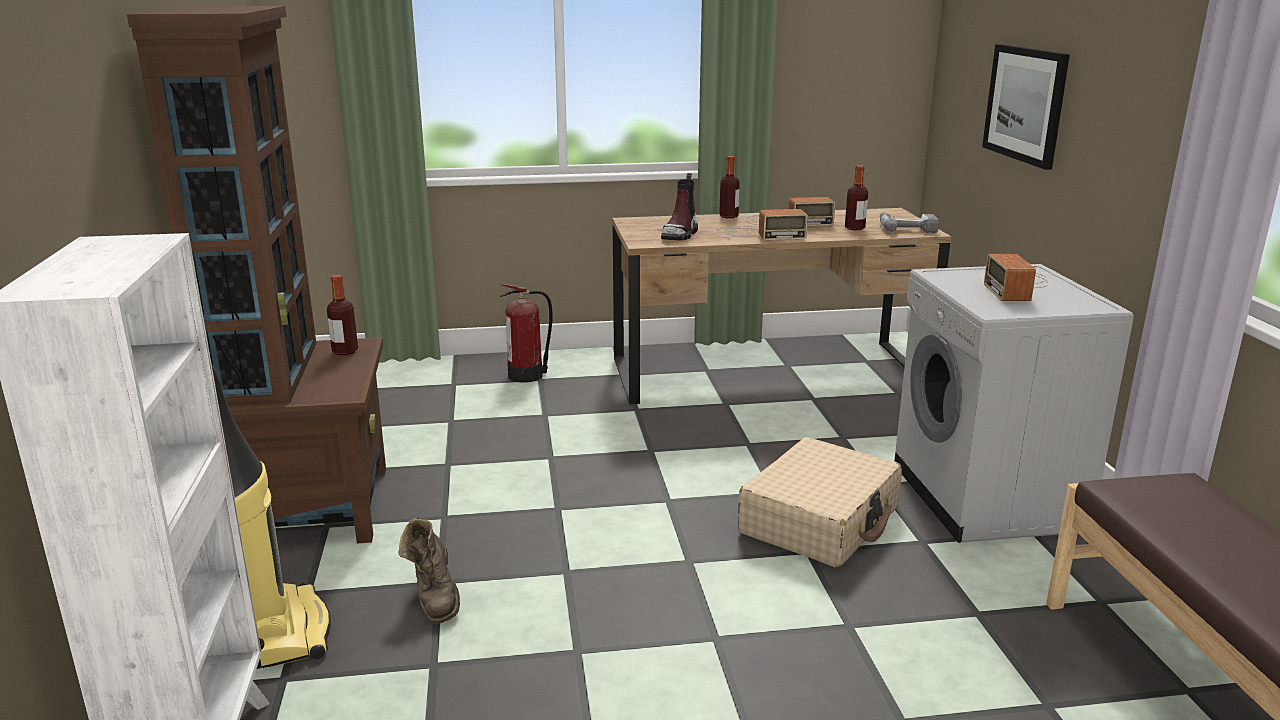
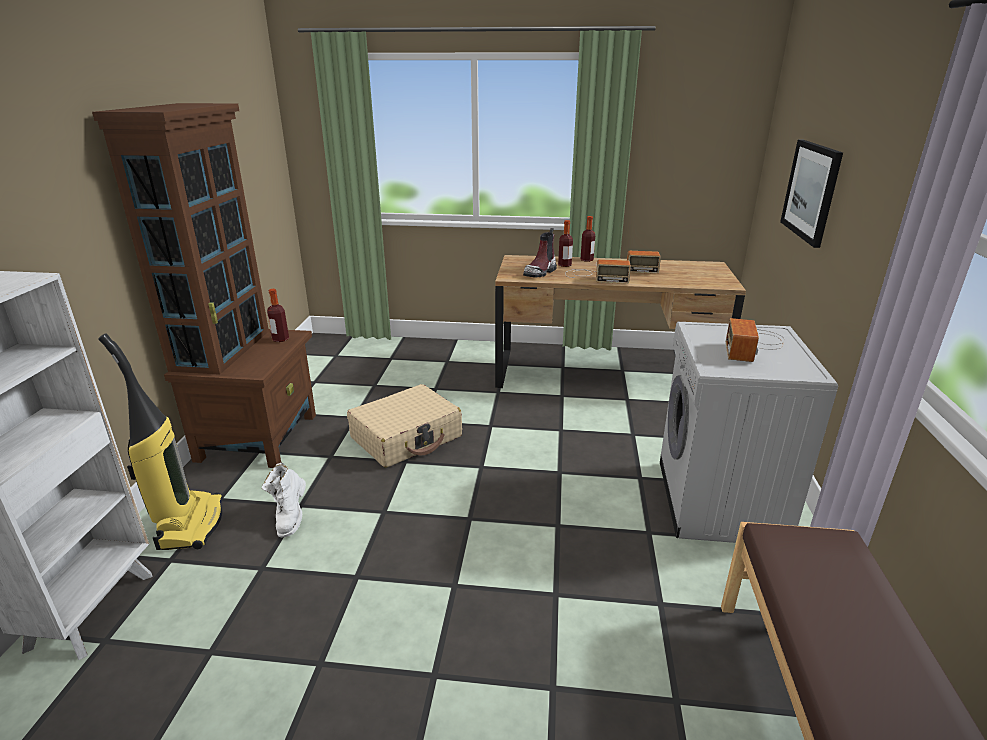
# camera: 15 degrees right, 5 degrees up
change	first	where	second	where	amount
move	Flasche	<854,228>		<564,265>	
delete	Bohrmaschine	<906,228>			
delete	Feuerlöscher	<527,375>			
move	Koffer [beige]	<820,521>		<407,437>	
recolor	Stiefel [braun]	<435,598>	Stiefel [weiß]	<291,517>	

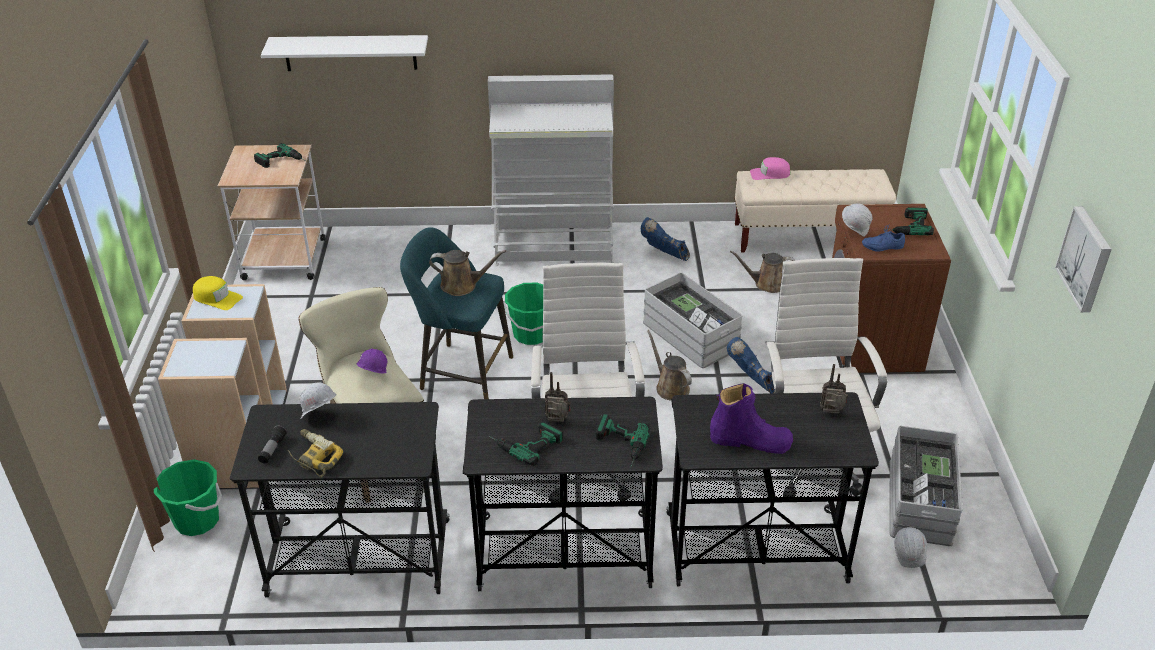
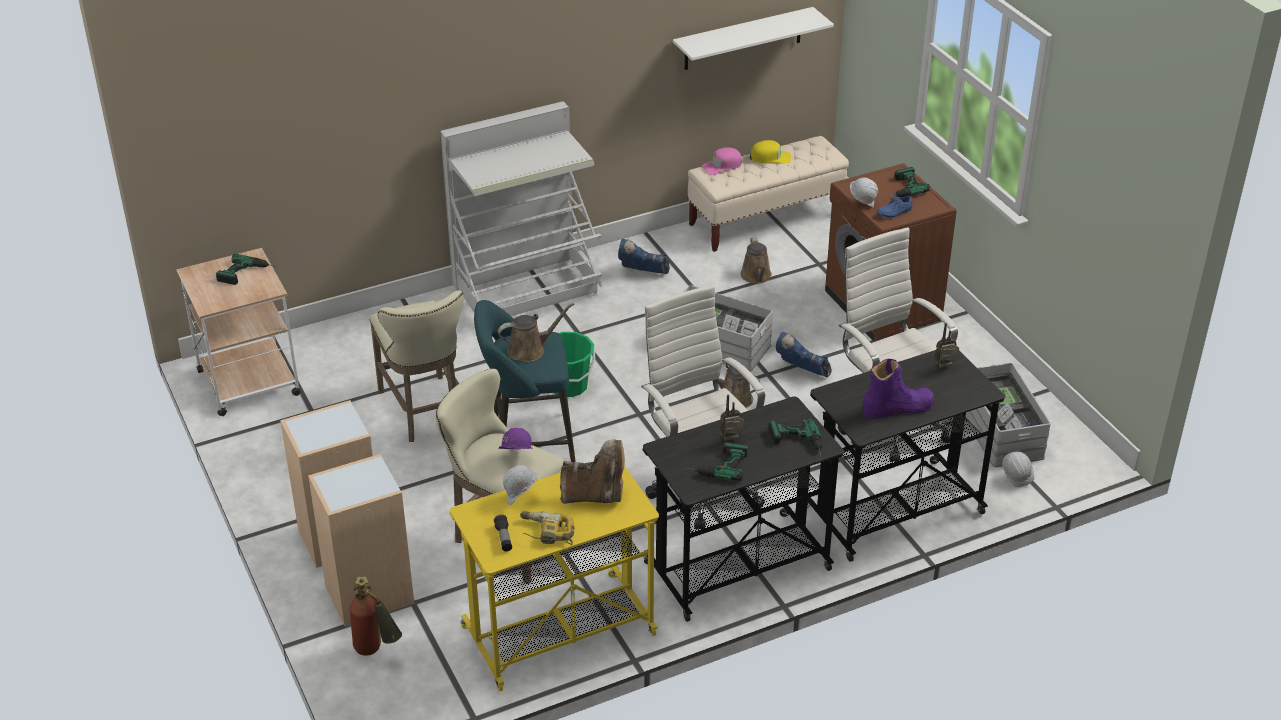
# camera: 25 degrees left, 0 degrees up
change	first	where	second	where	amount
move	Wandregal [weiß]	<350,53>		<743,39>	
delete	Bild	<1086,259>			
rotate	Gießkanne [braun]	<766,284>		<756,276>	75 degrees counterclockwise
move	Kappe [gelb]	<217,298>		<770,157>	
recolor	Schreibtisch [schwarz]	<358,558>	Schreibtisch [gelb]	<558,632>	
replace	Eimer [grün]	<197,520>	Feuerlöscher	<376,651>	
insert			Hocker [beige]	<423,412>	
insert			Stiefel [braun]	<595,496>	

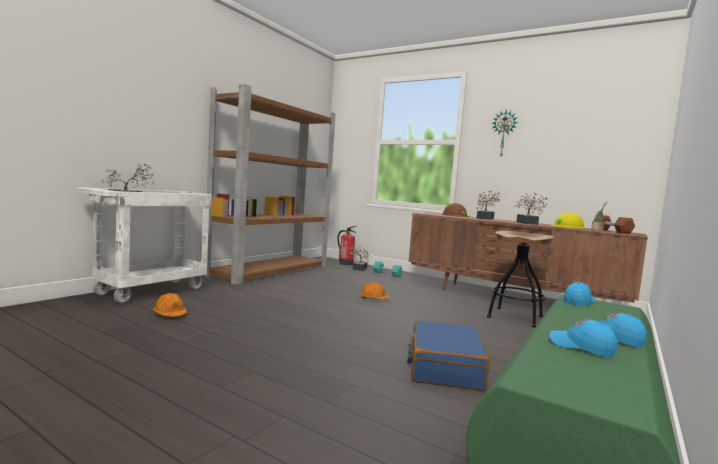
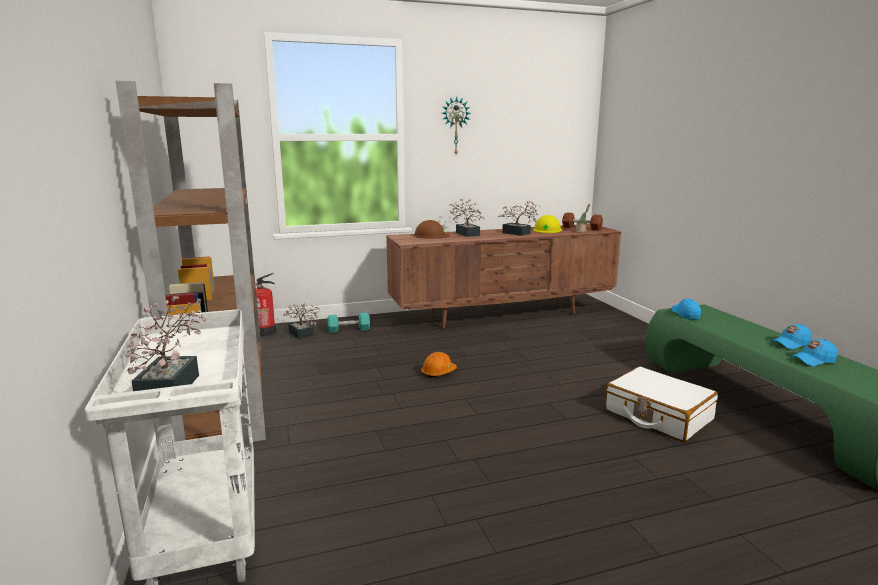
# camera: 50 degrees left, 10 degrees up
change	first	where	second	where	amount
delete	Hocker [braun]	<515,317>			
delete	Schutzhelm [orange]	<170,314>			
recolor	Koffer [blau]	<444,367>	Koffer [weiß]	<657,415>	

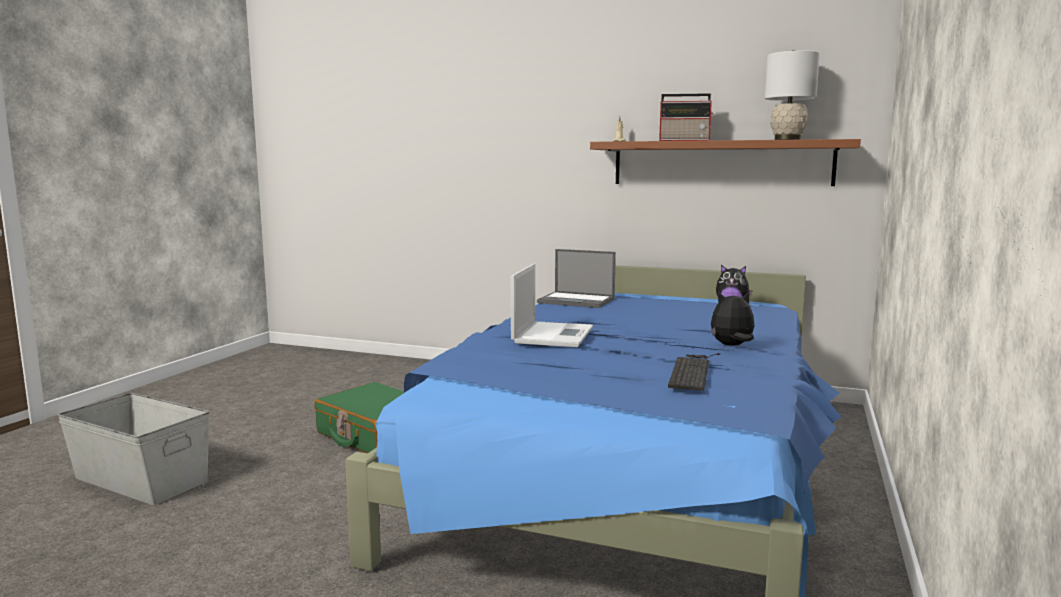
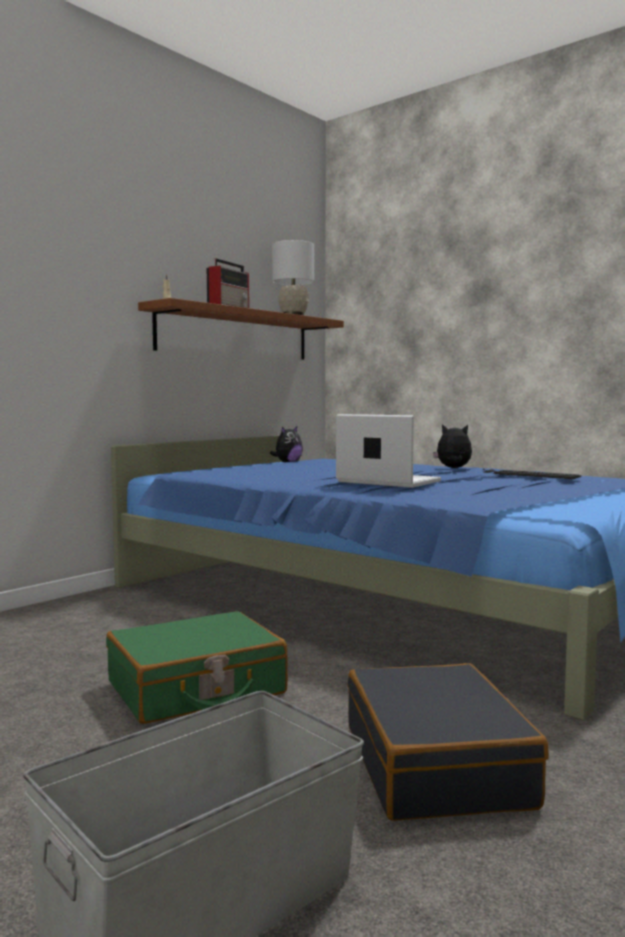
# camera: 70 degrees left, 5 degrees down
change	first	where	second	where	amount
delete	Laptop	<577,301>			
rotate	Plüschtier	<732,346>		<453,468>	90 degrees clockwise
insert			Koffer [schwarz]	<437,765>	

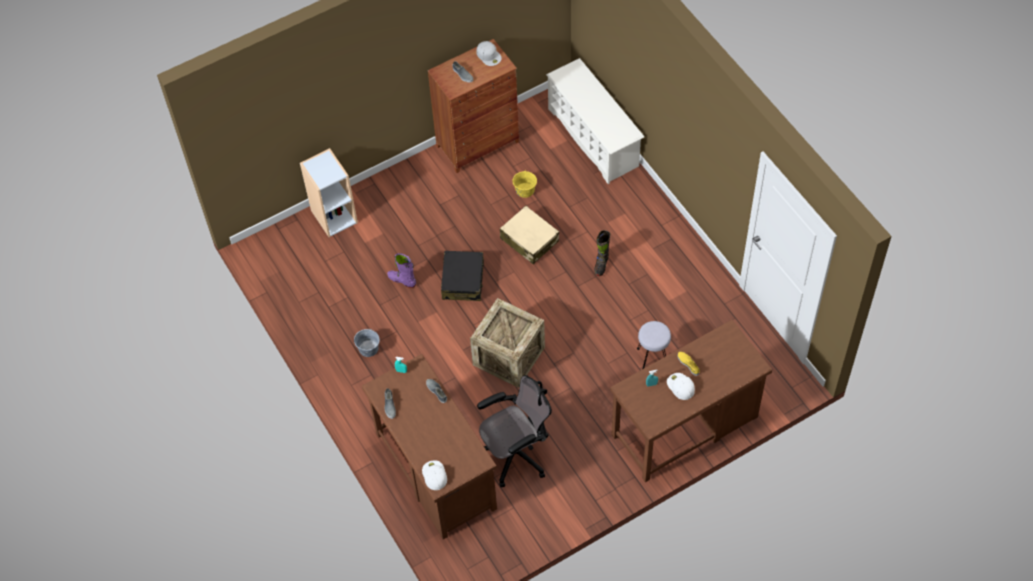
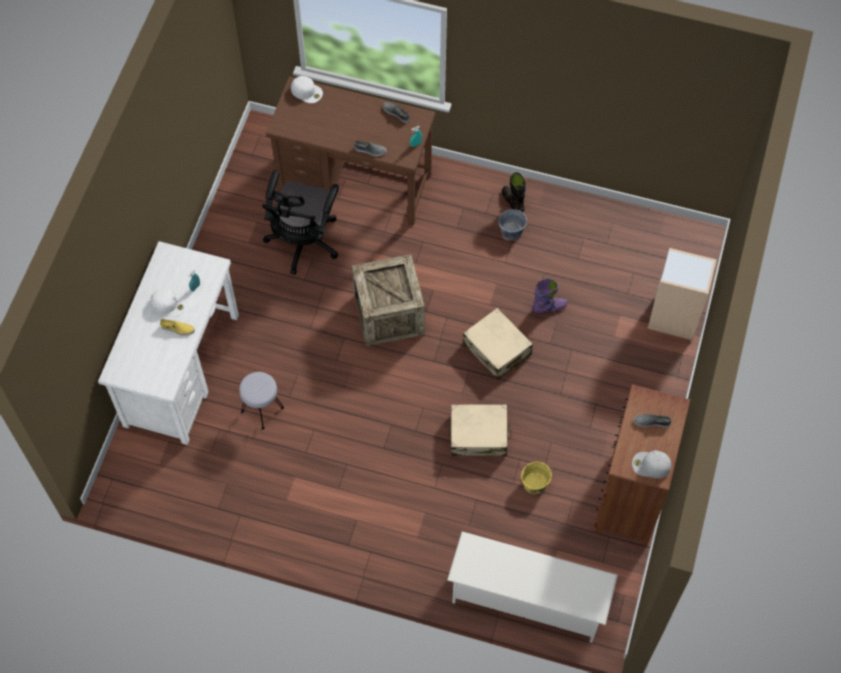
# camera: 135 degrees right, 5 degrees up
change	first	where	second	where	amount
move	Stiefel [schwarz]	<601,264>		<512,202>	
recolor	Koffer [schwarz]	<463,281>	Koffer [beige]	<497,349>	
recolor	Schreibtisch [braun]	<685,427>	Schreibtisch [weiß]	<181,369>	

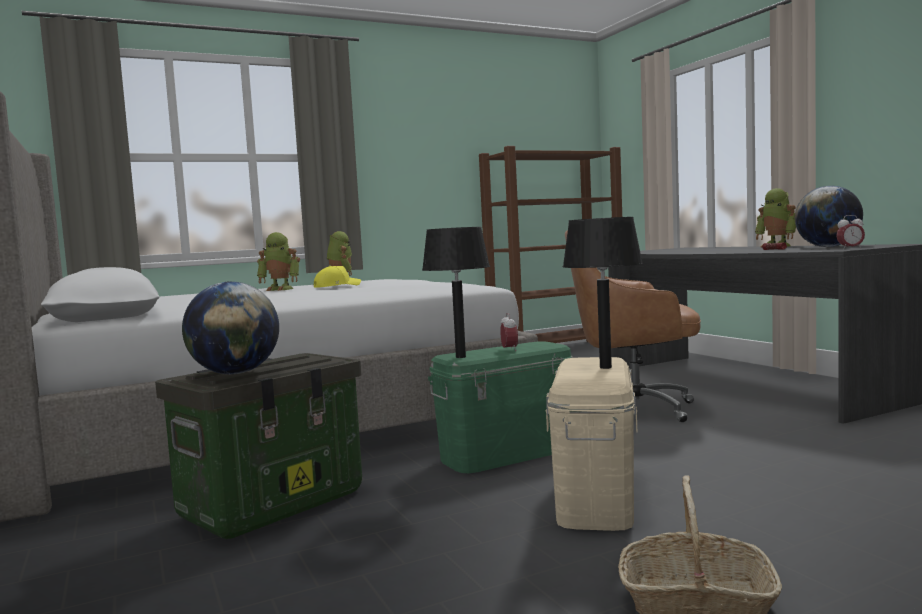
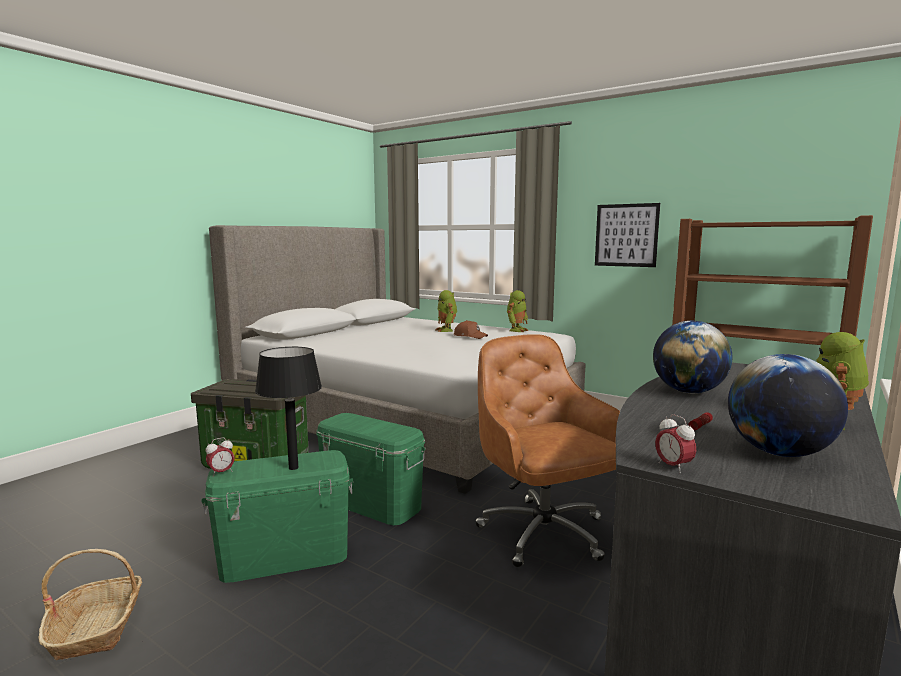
# camera: 60 degrees right, 5 degrees up
change	first	where	second	where	amount
delete	Tischlampe [schwarz]	<461,357>			
recolor	Kappe [gelb]	<336,286>	Kappe [braun]	<470,336>	
move	Globus	<235,373>		<688,392>	
move	Wecker	<509,350>		<221,472>	
recolor	Aufbewahrungsbox [beige]	<596,497>	Aufbewahrungsbox [grün]	<284,557>	
insert			Bild	<626,235>	

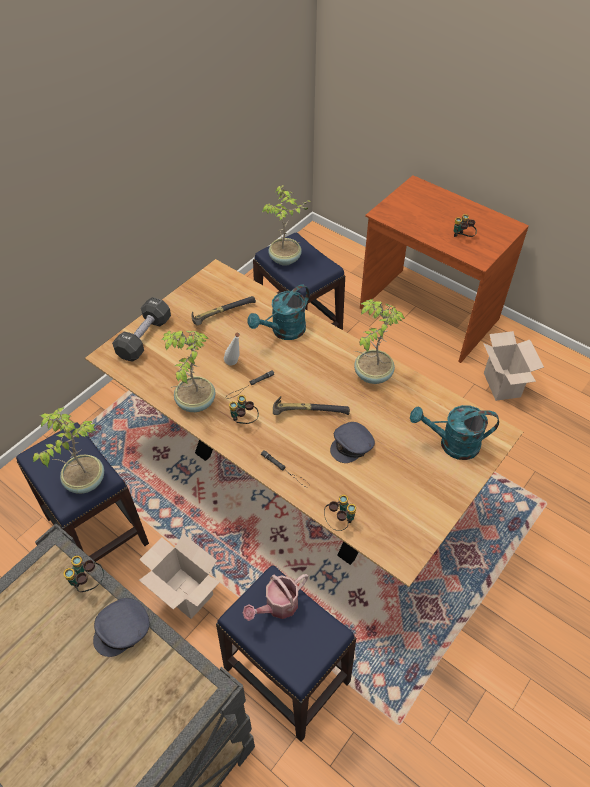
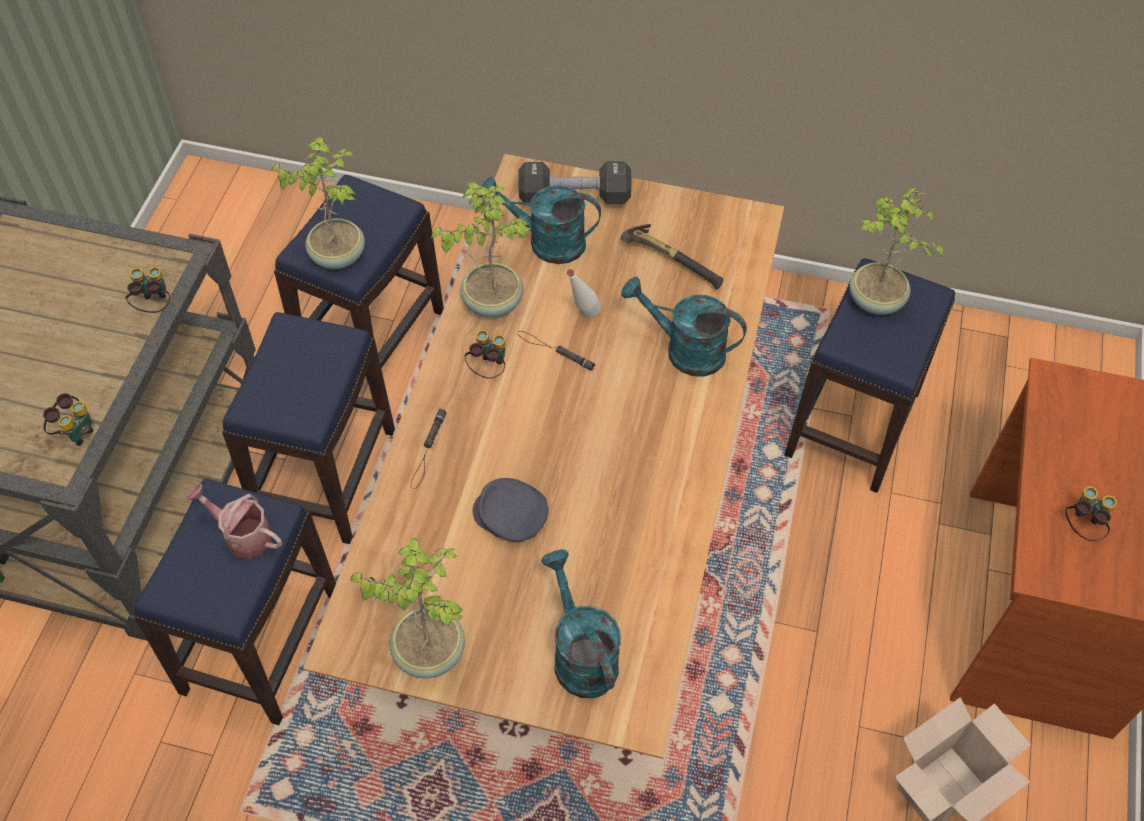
# camera: 65 degrees right, 5 degrees up
change	first	where	second	where	amount
move	Topfpflanze	<372,374>		<429,650>	
delete	Hammer	<307,411>			
move	Fernglas	<339,521>		<75,432>	
replace	Karton	<183,593>	Hocker	<326,475>	
delete	Kappe [grau]	<123,630>			
insert			Gießkanne [türkis]	<546,242>	

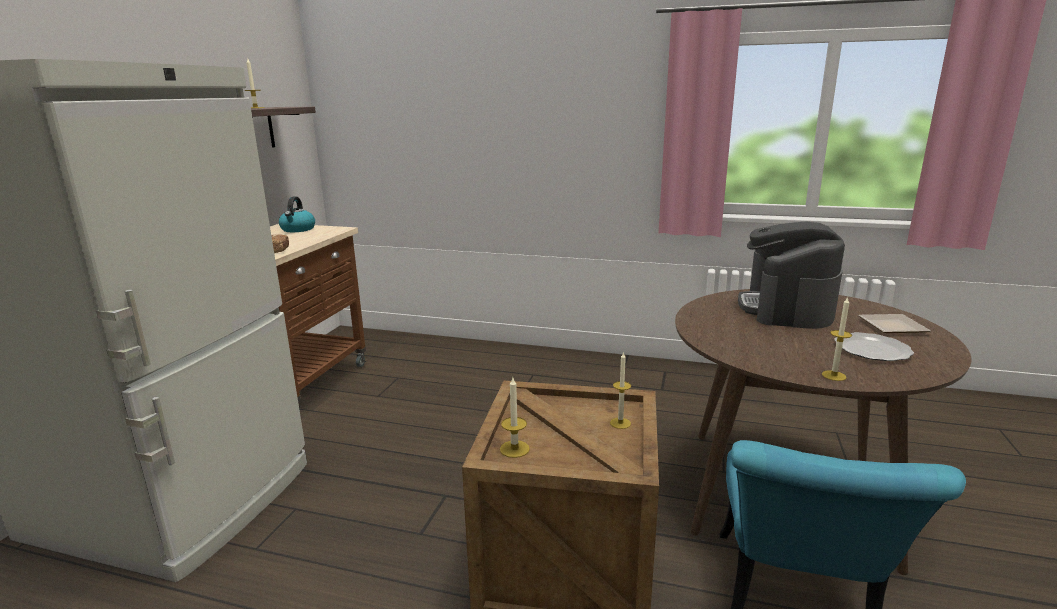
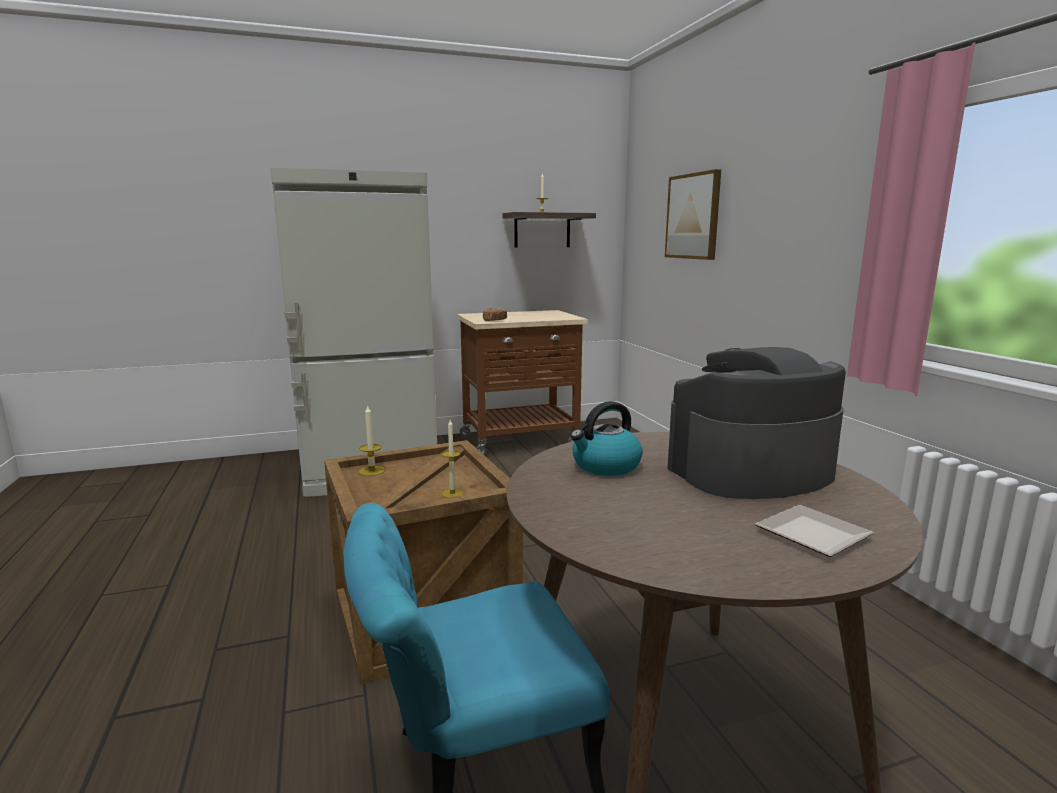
# camera: 55 degrees right, 5 degrees down
change	first	where	second	where	amount
move	Wasserkessel	<298,229>		<605,466>	
delete	Kerze	<833,375>			
delete	Teller	<870,349>			
insert			Bild	<693,216>	

